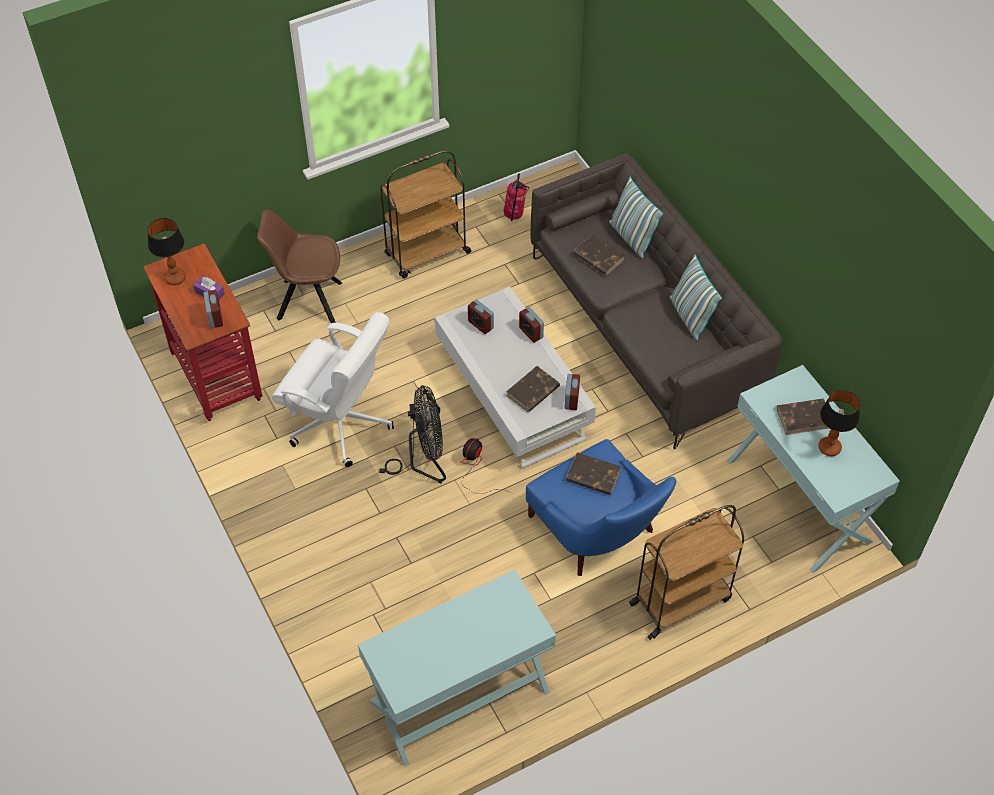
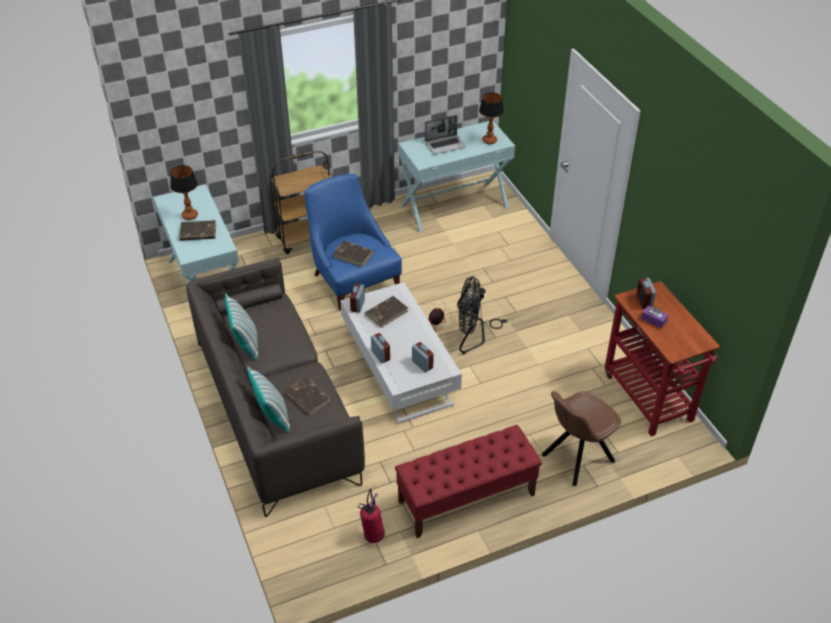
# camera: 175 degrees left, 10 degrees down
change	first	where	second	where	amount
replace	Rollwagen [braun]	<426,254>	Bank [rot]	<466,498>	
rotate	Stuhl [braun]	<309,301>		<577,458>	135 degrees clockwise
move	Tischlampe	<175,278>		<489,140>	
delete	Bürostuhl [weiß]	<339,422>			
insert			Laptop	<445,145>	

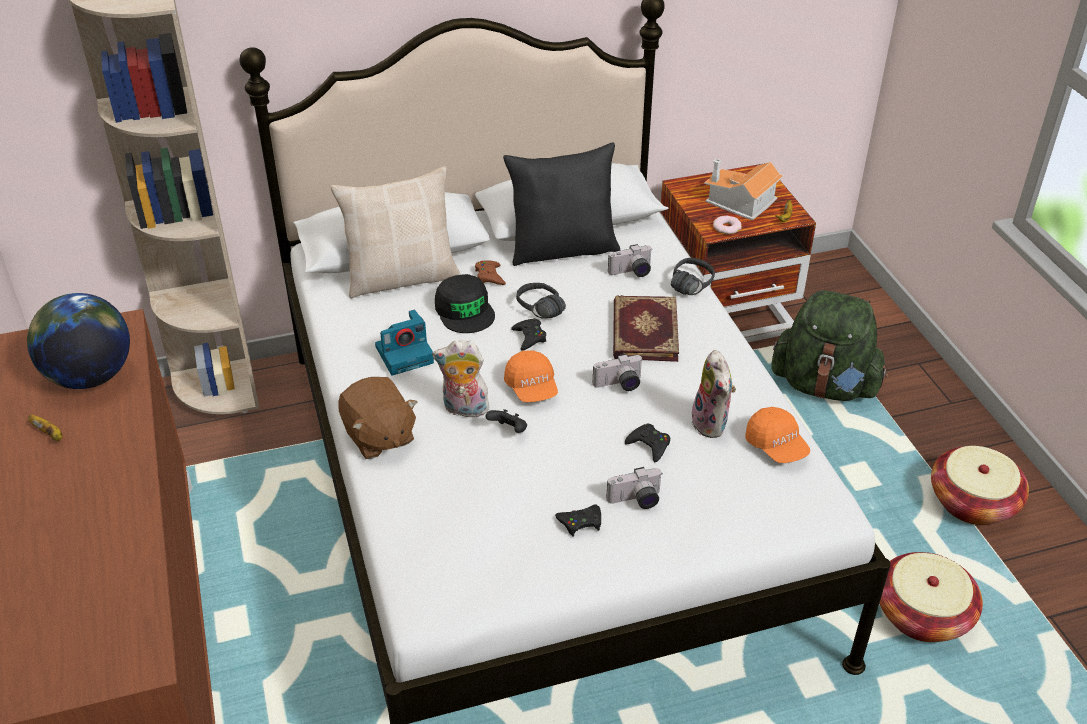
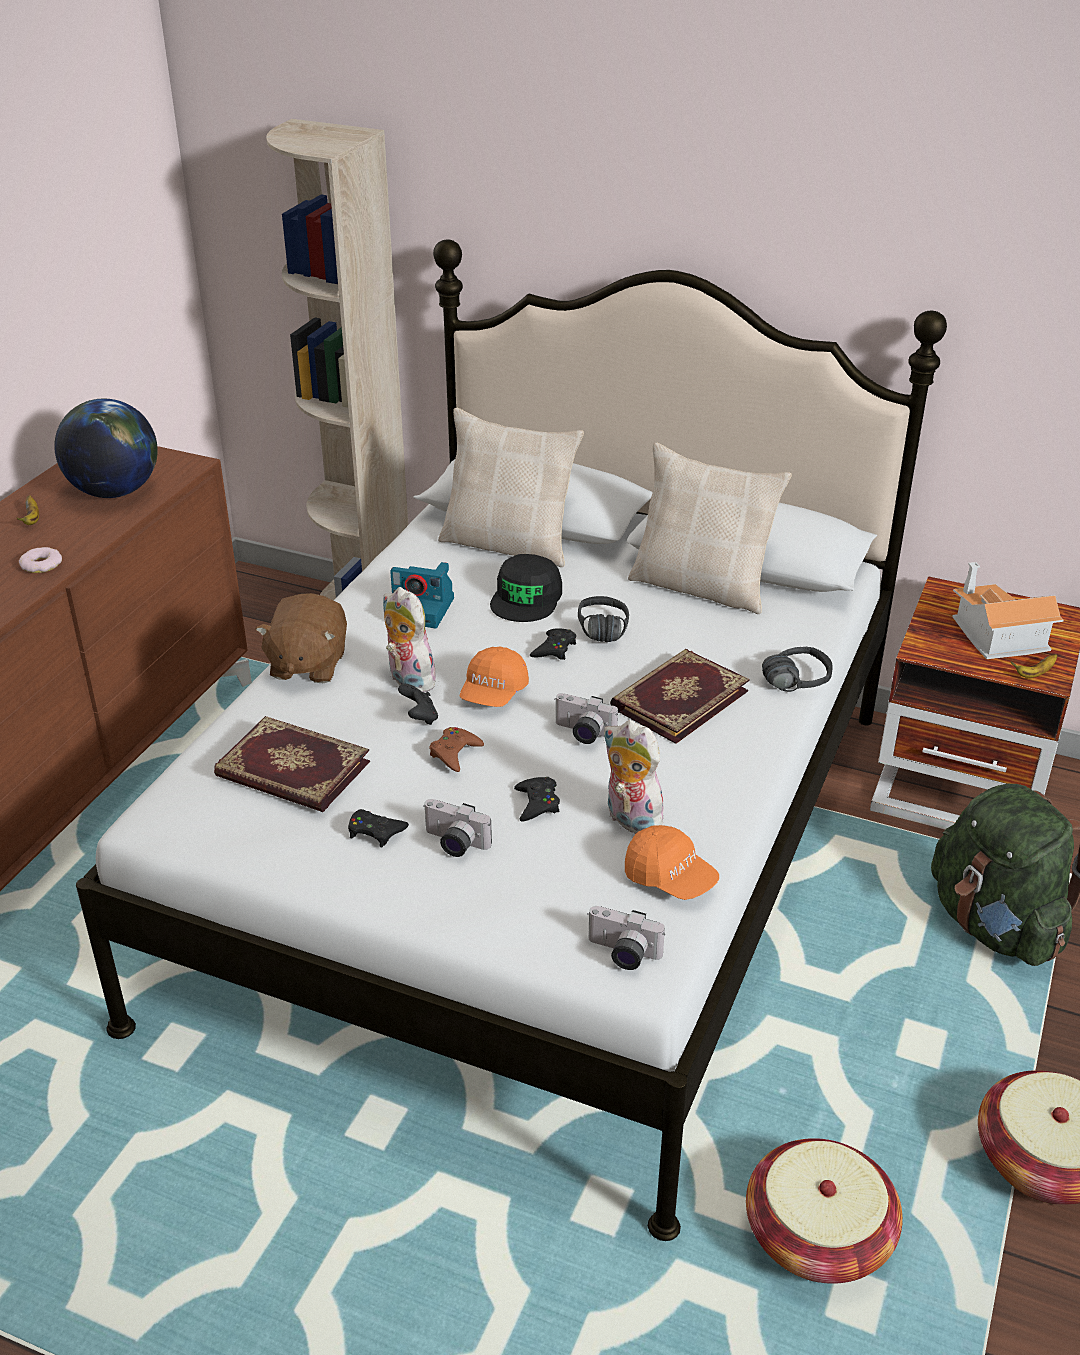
# camera: 40 degrees right, 5 degrees down
change	first	where	second	where	amount
recolor	Kissen [schwarz]	<563,248>	Kissen [beige]	<702,586>	
move	Donut	<727,228>		<41,564>	
move	Kamera	<631,272>		<622,954>	
move	Gamepad [braun]	<489,276>		<454,753>	
rotate	Plüschtier	<712,424>		<629,819>	105 degrees clockwise
rotate	Kappe [orange]	<776,446>		<670,878>	60 degrees counterclockwise
insert			Buch	<292,771>	

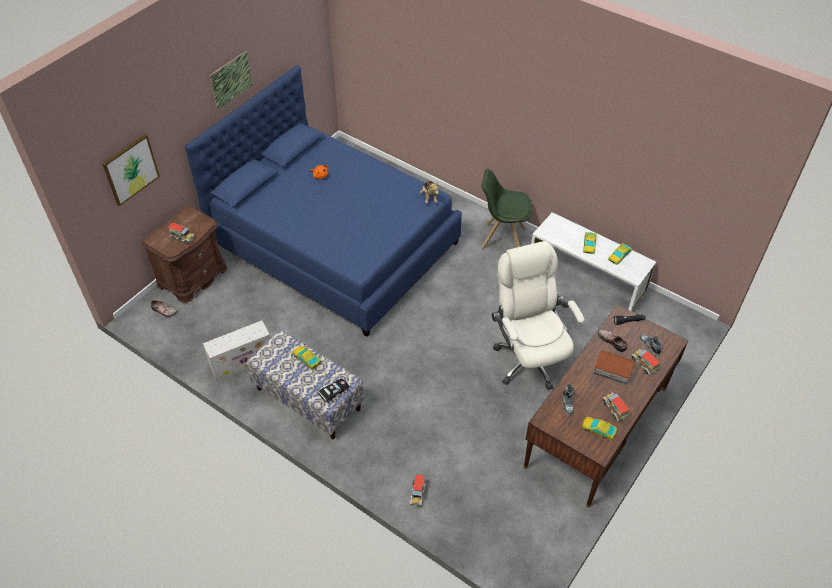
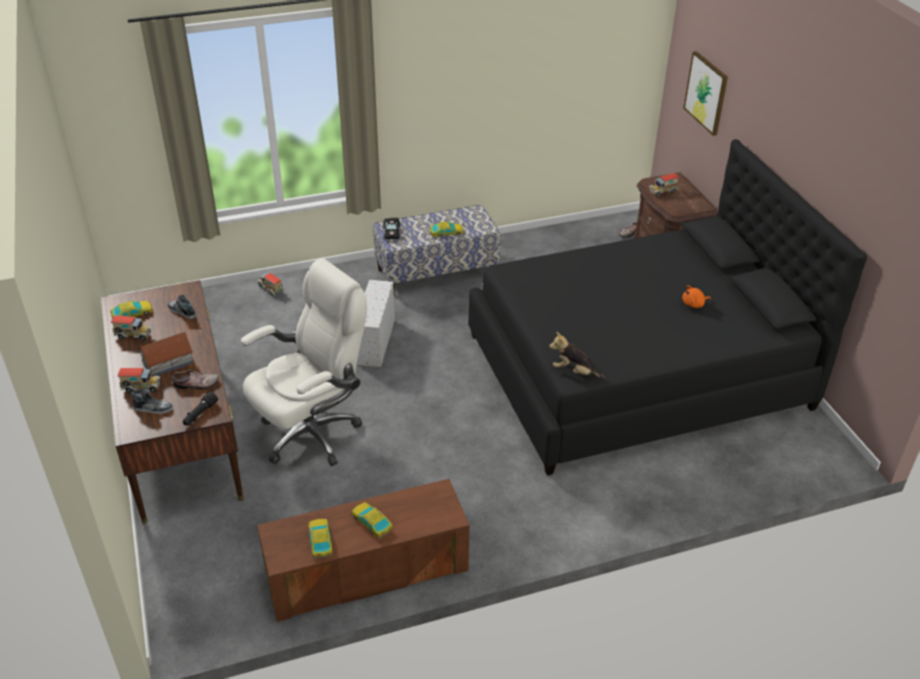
# camera: 125 degrees right, 10 degrees down
change	first	where	second	where	amount
delete	Bild	<231,80>			
recolor	Bett [blau]	<334,243>	Bett [schwarz]	<637,371>	
delete	Stuhl [grün]	<502,238>			
recolor	Bank [weiß]	<588,276>	Bank [braun]	<366,572>	
rotate	Bürostuhl [weiß]	<528,360>		<312,433>	60 degrees counterclockwise
move	Aufbewahrungsbox [weiß]	<243,362>		<376,342>	

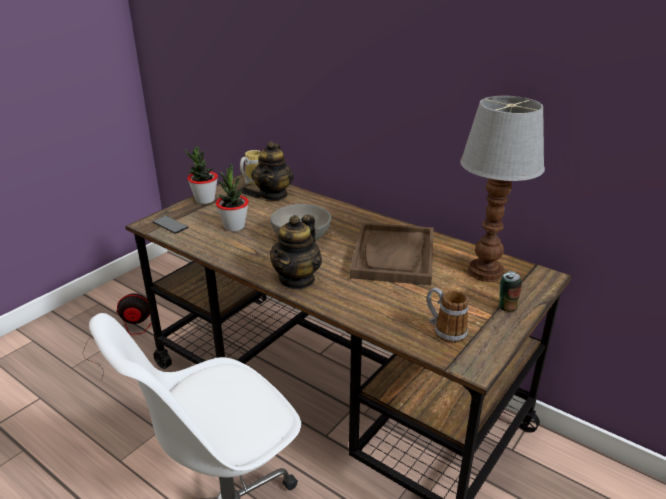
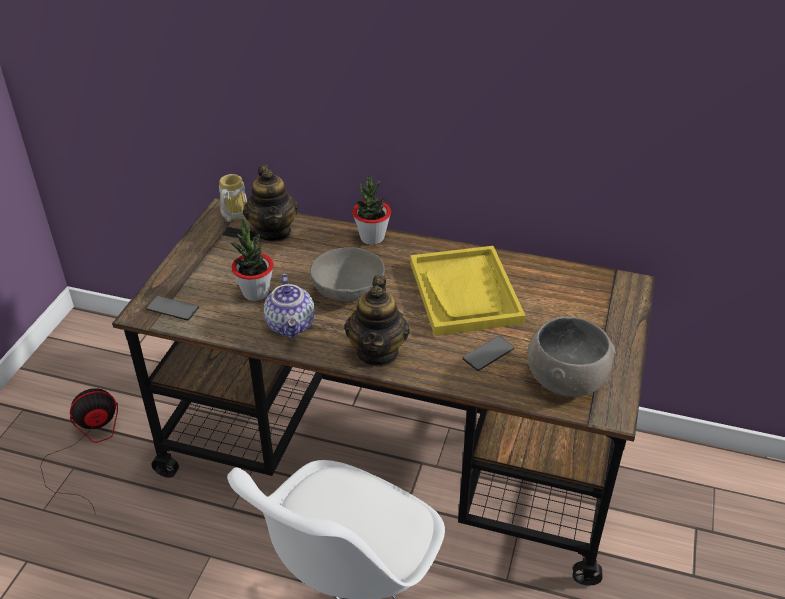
# camera: 20 degrees left, 10 degrees up
change	first	where	second	where	amount
delete	Tischlampe	<484,272>			
move	Topfpflanze	<205,200>		<372,238>	
recolor	Tablett [braun]	<394,255>	Tablett [gelb]	<465,293>	
delete	Dose	<506,306>			
replace	Henkelbecher	<444,331>	Schüssel [grau]	<565,379>	
insert			Teekanne	<292,325>	
insert			Handy	<488,354>	

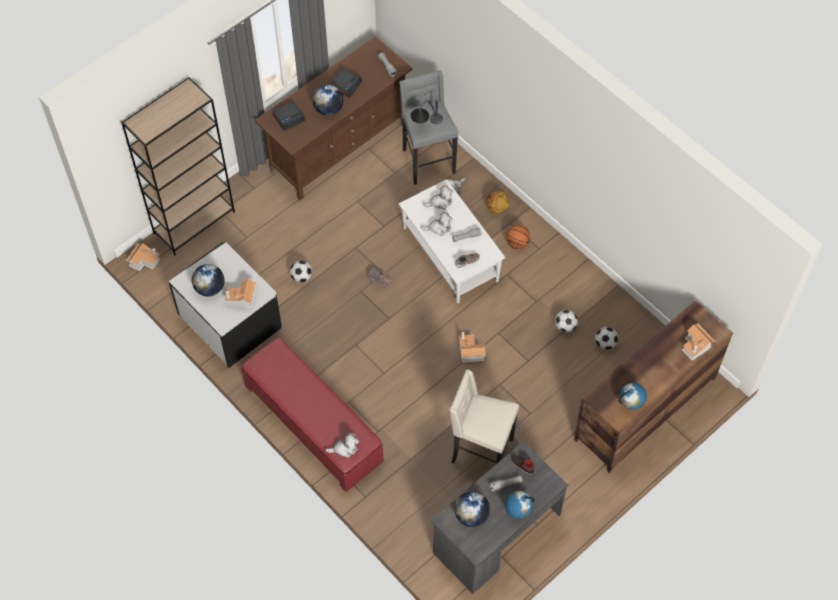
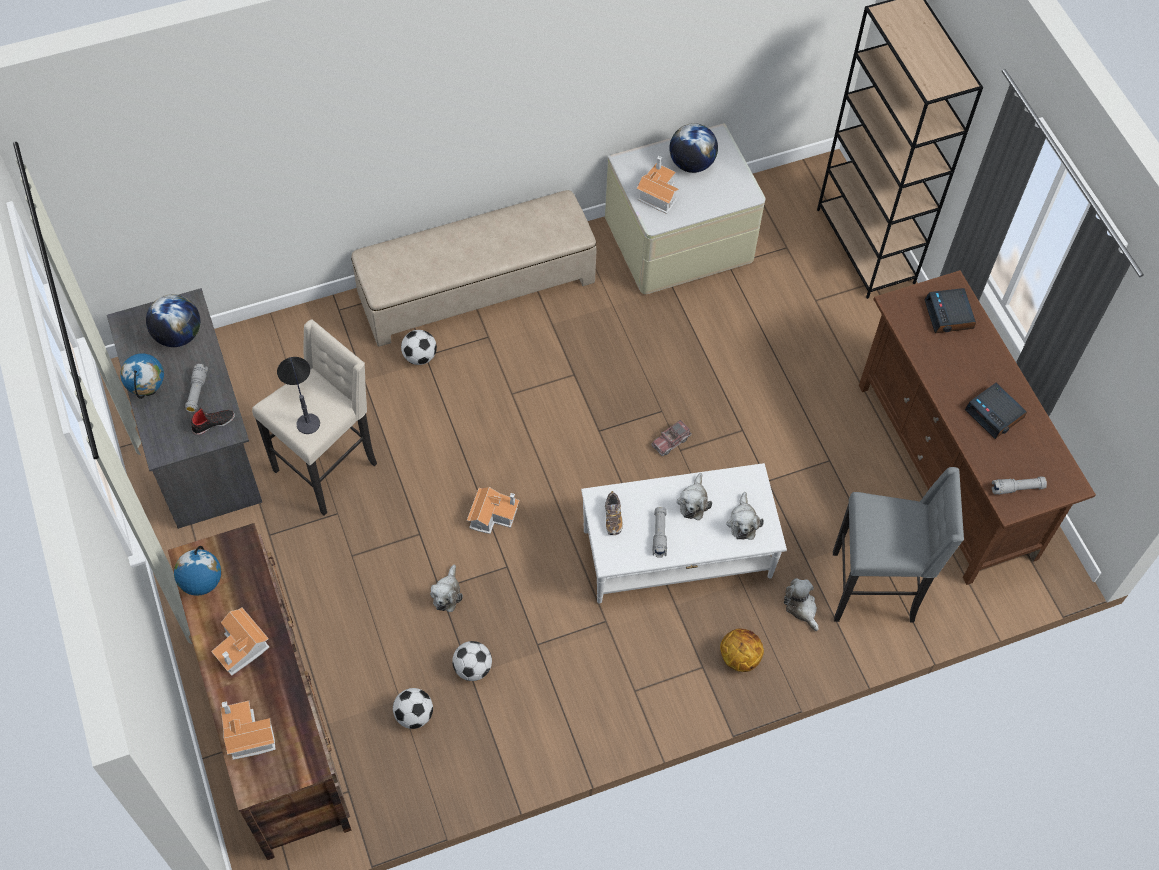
# camera: 110 degrees right, 0 degrees up
change	first	where	second	where	amount
delete	Globus	<328,109>			
move	Tischlampe	<426,126>		<302,404>	
delete	Basketball	<517,243>			
recolor	Nachttisch [schwarz]	<230,322>	Nachttisch [beige]	<679,241>	
move	Spielzeughaus	<145,260>		<242,648>	
move	Fußball	<301,277>		<420,356>	
recolor	Bank [rot]	<312,423>	Bank [beige]	<477,286>	
move	Plüschtier	<345,448>		<447,594>	

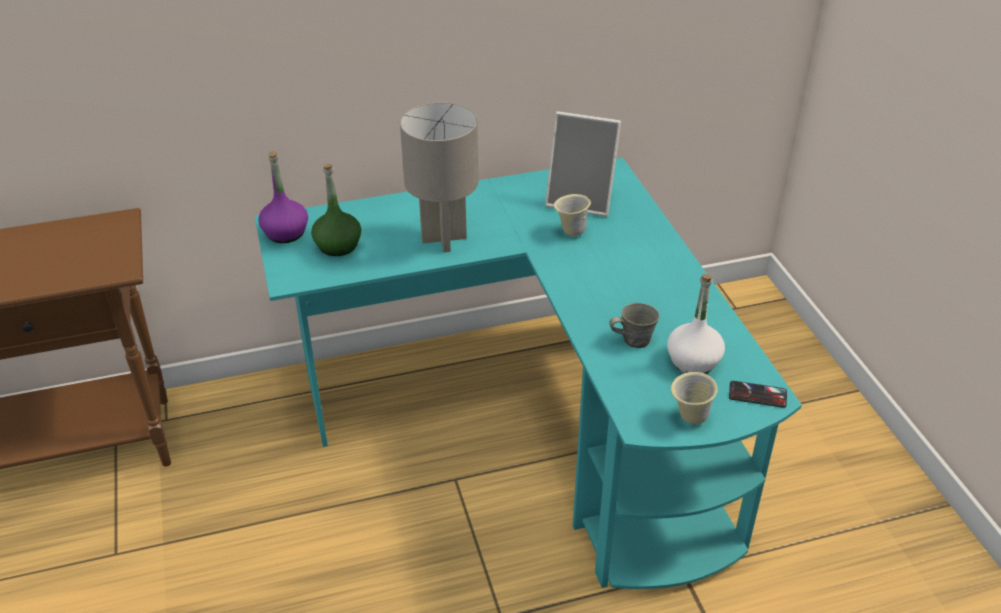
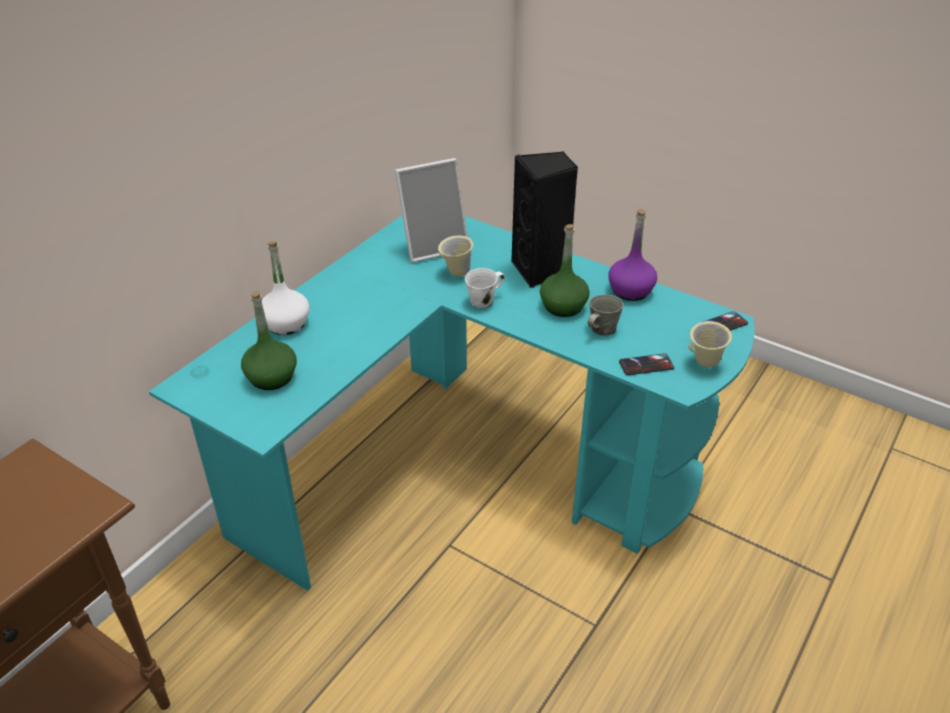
# camera: 40 degrees left, 0 degrees up
change	first	where	second	where	amount
delete	Tischlampe [grau]	<445,239>			
move	Flasche [lila]	<285,233>		<631,291>	
move	Flasche [weiß]	<693,361>		<286,323>	
insert			Lautsprecher [schwarz]	<541,271>	
insert			Flasche [grün]	<563,306>	
insert			Henkelbecher [weiß]	<483,301>	
insert			Handy	<646,365>	

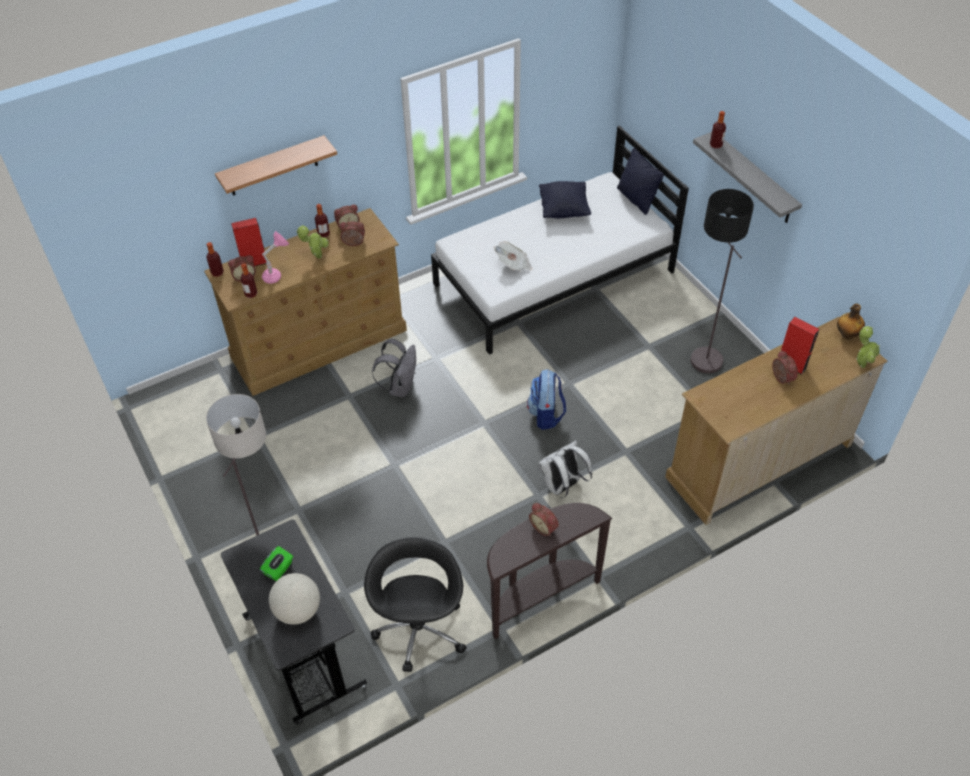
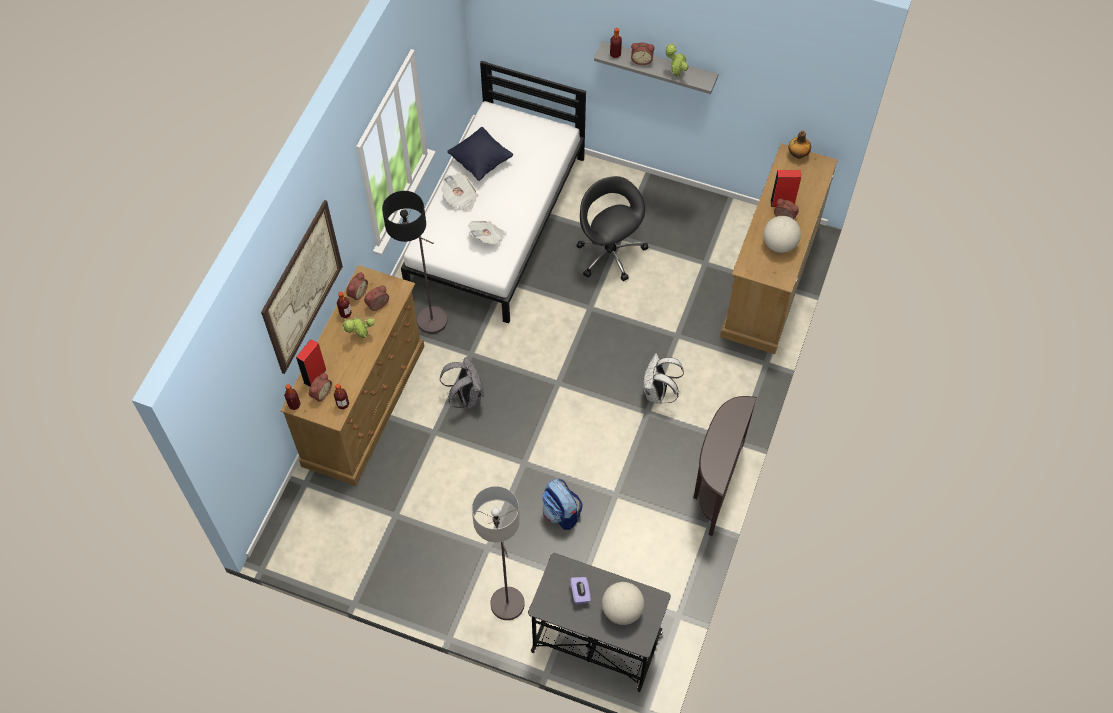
# camera: 40 degrees left, 10 degrees up
change	first	where	second	where	amount
replace	Wandregal	<273,166>	Bild	<302,287>	
delete	Kissen [schwarz]	<637,199>			
move	Stehlampe [schwarz]	<701,354>		<424,317>	
delete	Tischlampe [rosa]	<277,275>			
move	Topfpflanze	<861,364>		<676,74>	
move	Rucksack	<546,415>		<561,513>	
move	Wecker	<544,527>		<641,60>	
move	Bürostuhl [schwarz]	<420,629>		<609,253>	
recolor	Taschentuchbox [grün]	<278,569>	Taschentuchbox [lila]	<580,593>	
insert			Zeitung	<460,199>	
insert			Globus	<779,244>	

